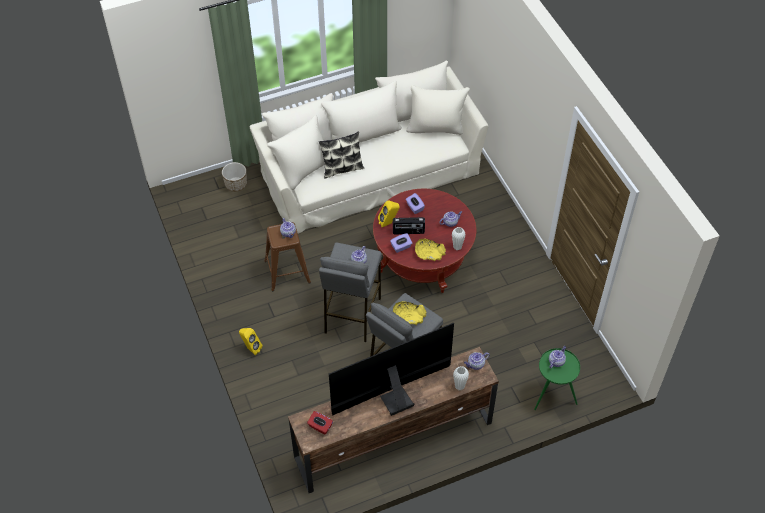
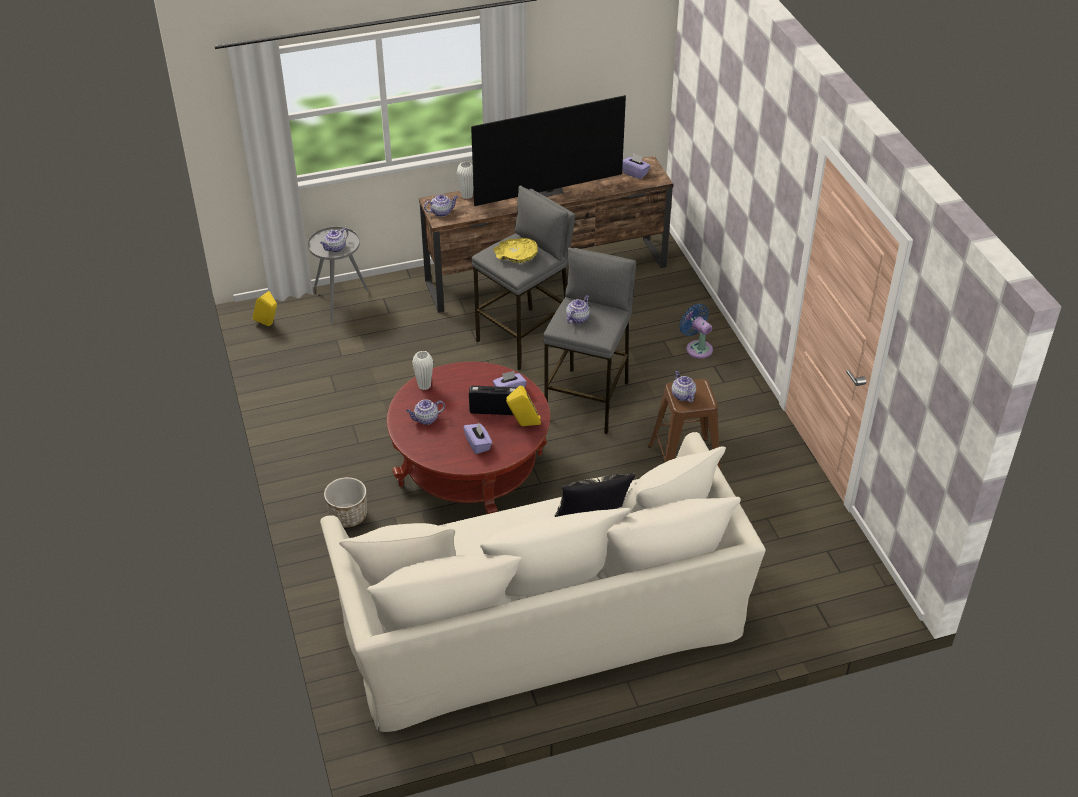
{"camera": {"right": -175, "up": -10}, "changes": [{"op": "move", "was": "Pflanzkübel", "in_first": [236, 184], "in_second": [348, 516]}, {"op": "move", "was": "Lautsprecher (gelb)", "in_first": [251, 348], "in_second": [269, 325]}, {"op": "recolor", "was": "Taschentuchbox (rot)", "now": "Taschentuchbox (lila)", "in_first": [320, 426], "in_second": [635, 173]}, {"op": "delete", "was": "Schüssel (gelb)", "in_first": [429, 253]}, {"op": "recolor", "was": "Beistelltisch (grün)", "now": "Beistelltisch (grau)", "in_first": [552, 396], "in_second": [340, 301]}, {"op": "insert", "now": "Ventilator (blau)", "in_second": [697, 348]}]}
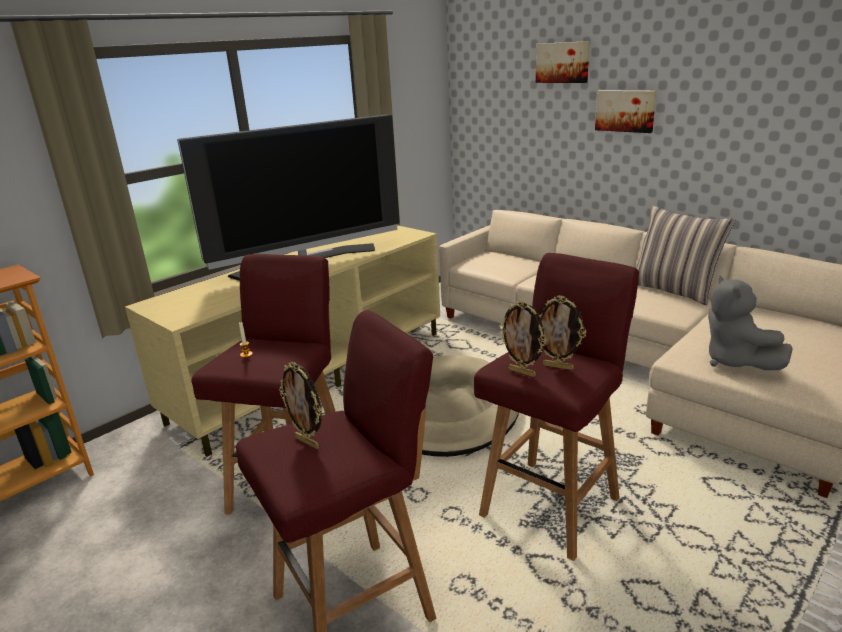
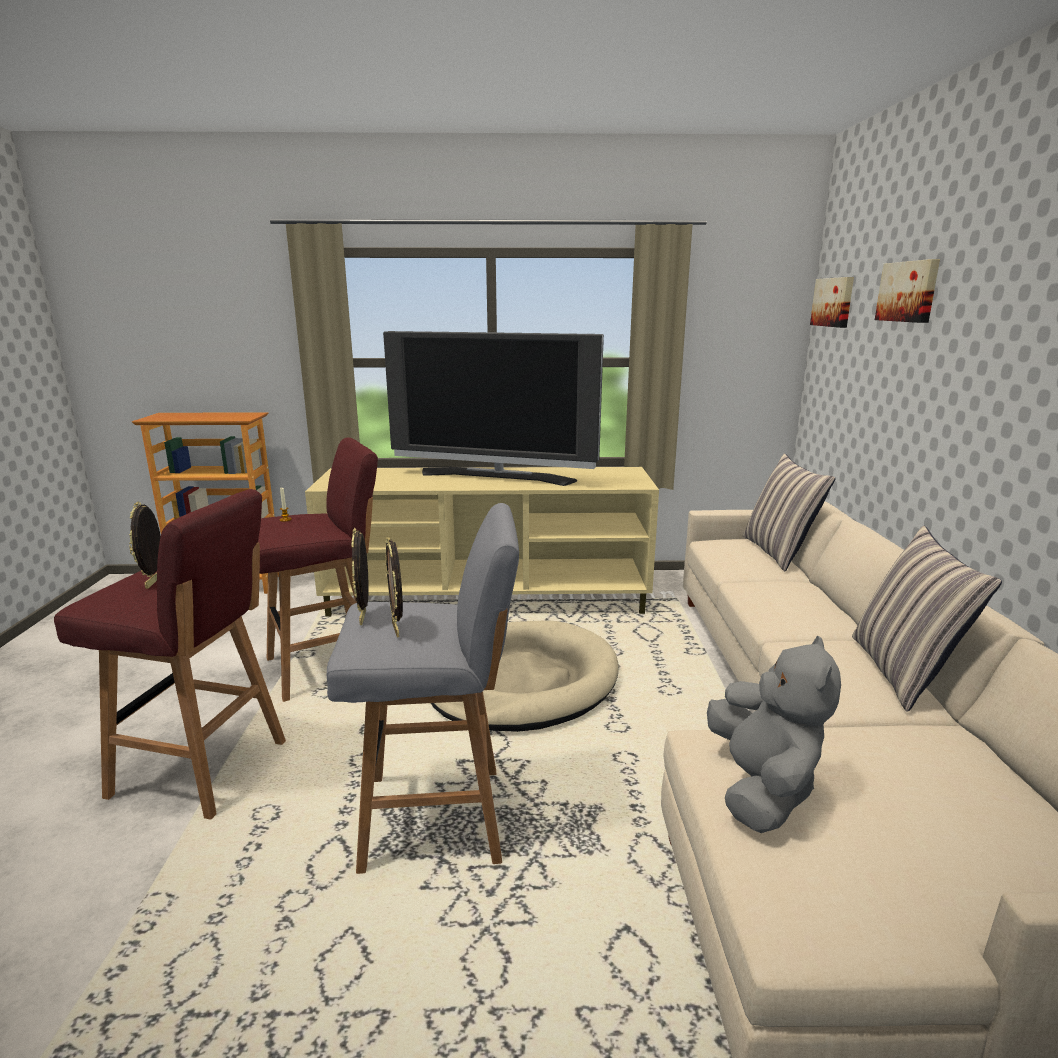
{"camera": {"right": 45, "up": -5}, "changes": [{"op": "recolor", "was": "Hocker (rot)", "now": "Hocker (grau)", "in_first": [552, 505], "in_second": [438, 818]}, {"op": "move", "was": "Bild", "in_first": [625, 110], "in_second": [834, 302]}, {"op": "rotate", "was": "Plüschtier (grau)", "in_first": [735, 361], "in_second": [761, 788], "clockwise": 150}, {"op": "insert", "now": "Kissen", "in_second": [779, 552]}]}
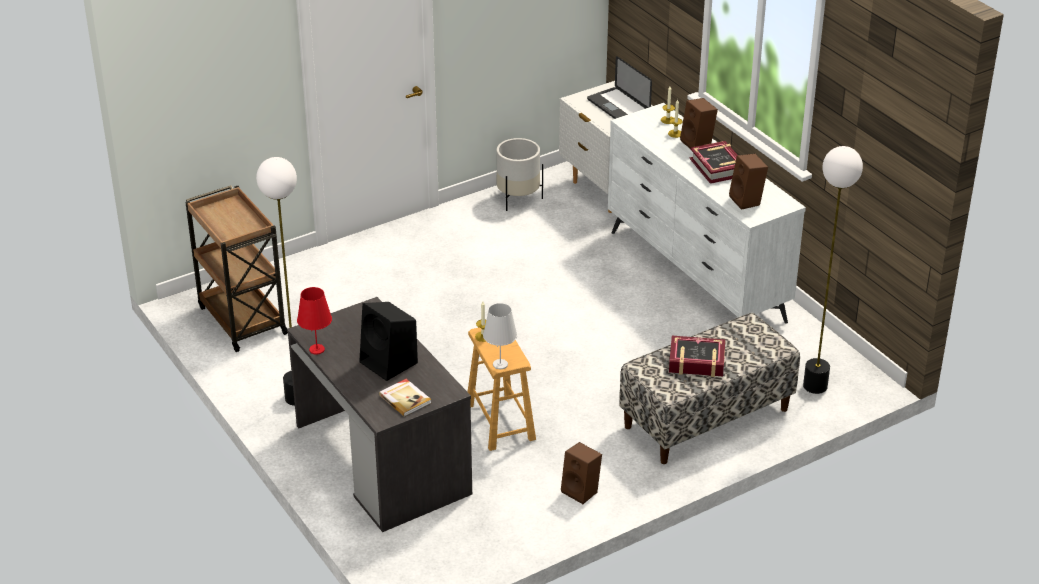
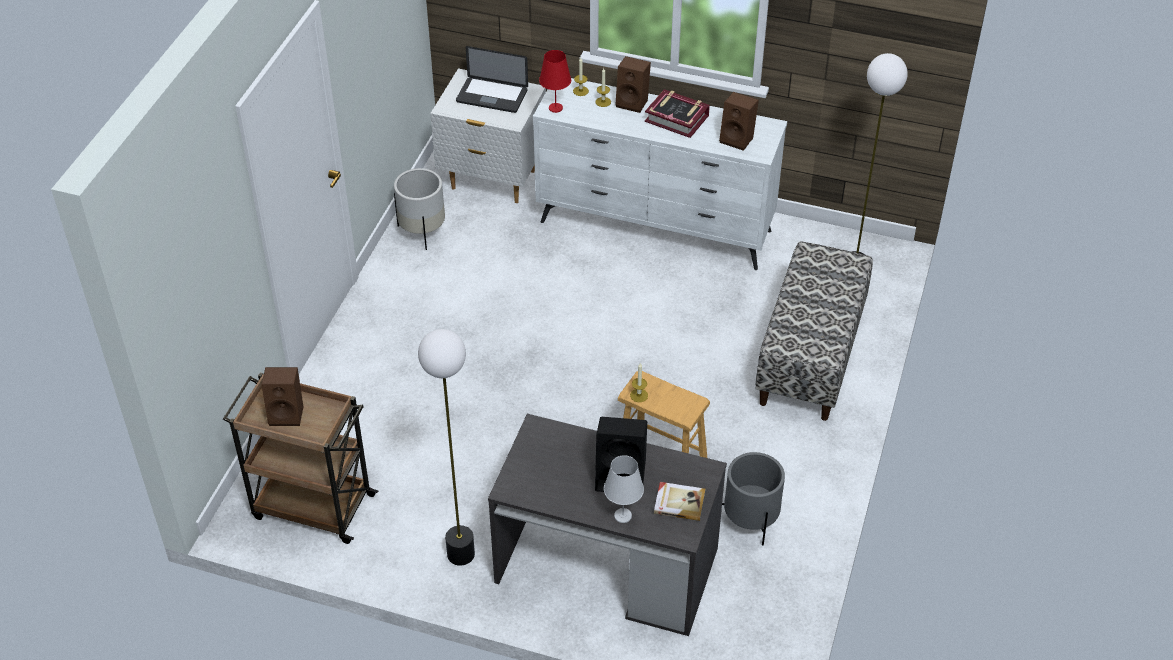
{"camera": {"right": -40, "up": 10}, "changes": [{"op": "move", "was": "Tischlampe (rot)", "in_first": [317, 349], "in_second": [556, 108]}, {"op": "move", "was": "Tischlampe (weiß)", "in_first": [500, 364], "in_second": [622, 515]}, {"op": "move", "was": "Lautsprecher (braun)", "in_first": [582, 491], "in_second": [287, 413]}, {"op": "delete", "was": "Buch", "in_first": [696, 362]}, {"op": "insert", "now": "Pflanzkübel (grau)", "in_second": [750, 521]}]}
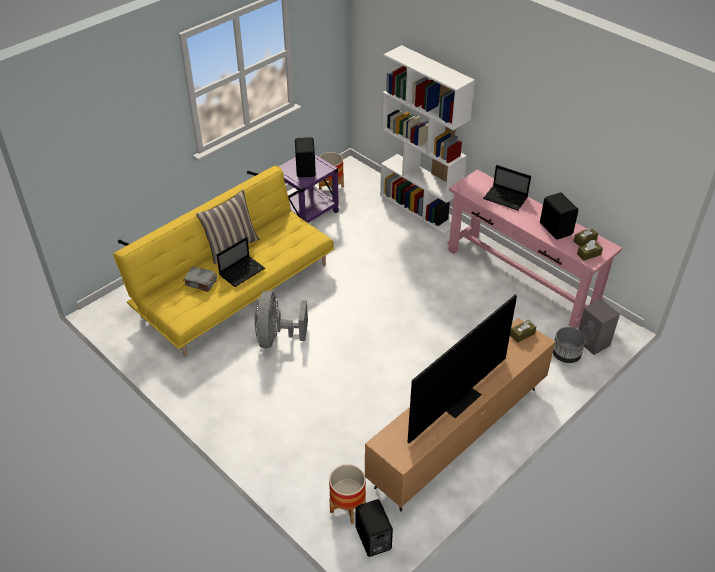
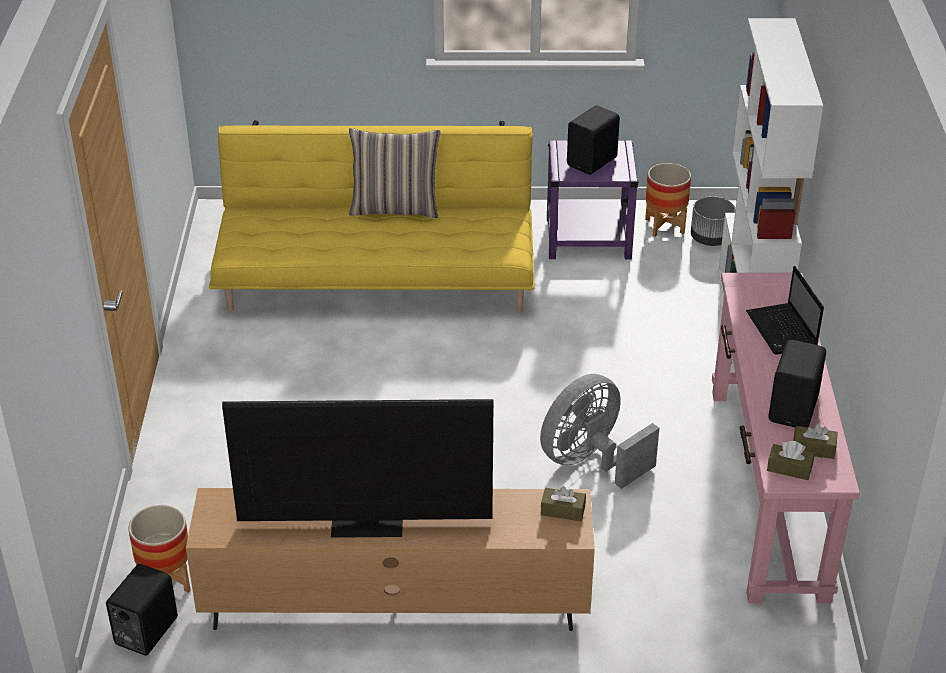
{"camera": {"right": 45, "up": -5}, "changes": [{"op": "delete", "was": "Buch (grau)", "in_first": [201, 283]}, {"op": "delete", "was": "Laptop", "in_first": [242, 271]}, {"op": "move", "was": "Ventilator (grau)", "in_first": [276, 337], "in_second": [590, 461]}, {"op": "move", "was": "Pflanzkübel (grau)", "in_first": [566, 355], "in_second": [710, 239]}, {"op": "delete", "was": "Lautsprecher (grau)", "in_first": [593, 343]}]}
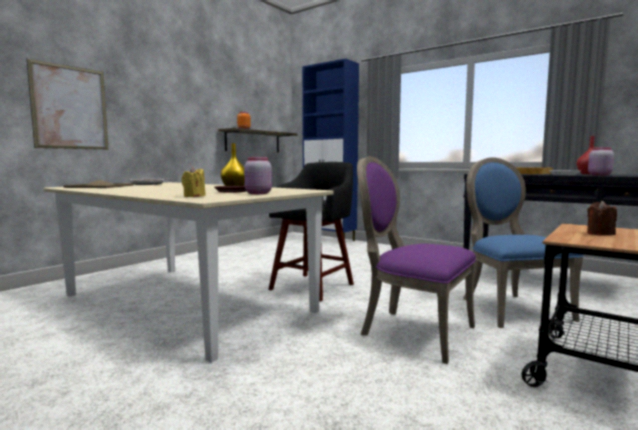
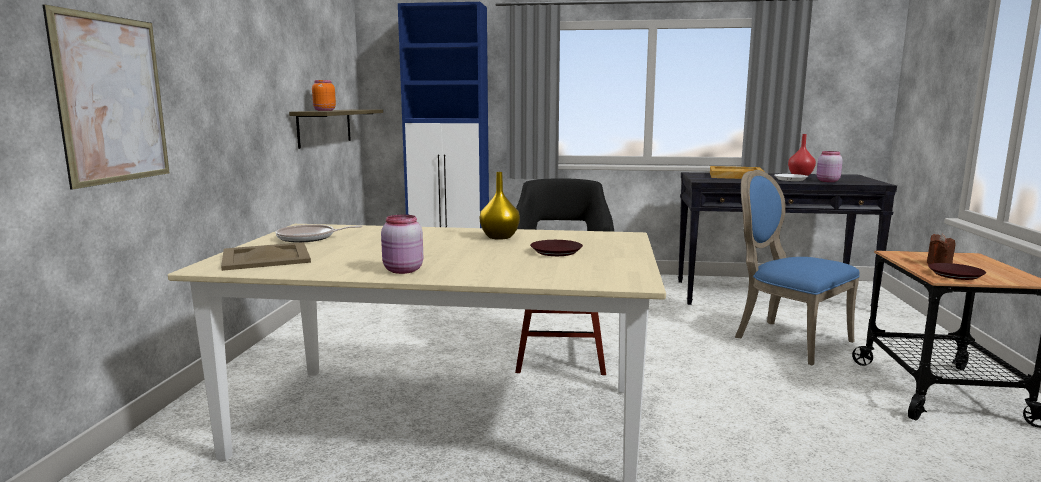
{"camera": {"right": -30, "up": 5}, "changes": [{"op": "delete", "was": "Kerze (gelb)", "in_first": [194, 196]}, {"op": "move", "was": "Vorratsglas (rosa)", "in_first": [257, 193], "in_second": [402, 270]}, {"op": "delete", "was": "Stuhl (lila)", "in_first": [412, 331]}, {"op": "insert", "now": "Teller (braun)", "in_second": [956, 275]}]}
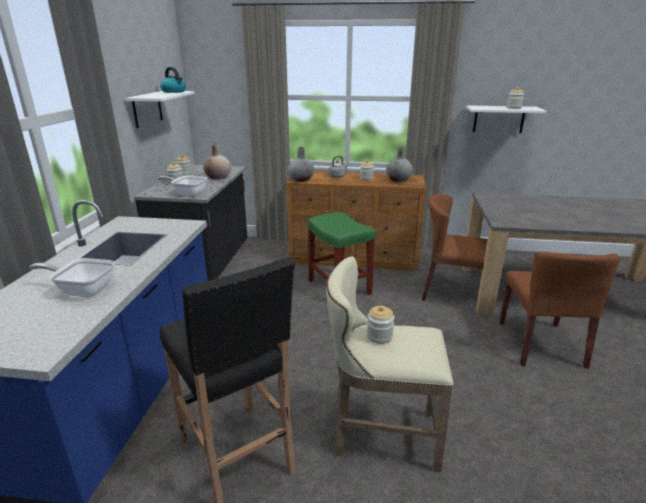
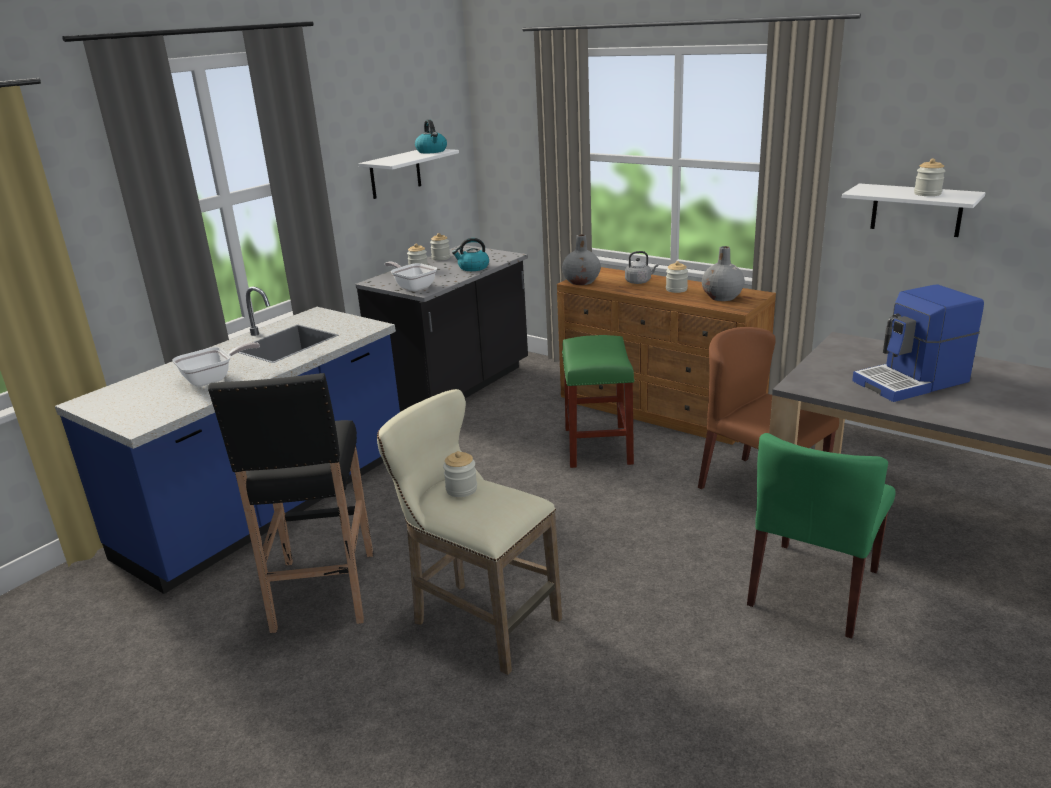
{"camera": {"right": 30, "up": 0}, "changes": [{"op": "rotate", "was": "Pfanne", "in_first": [83, 290], "in_second": [213, 379], "clockwise": 105}, {"op": "replace", "was": "Vase (beige)", "now": "Wasserkessel", "in_first": [218, 177], "in_second": [473, 268]}, {"op": "recolor", "was": "Stuhl (braun)", "now": "Stuhl (grün)", "in_first": [540, 344], "in_second": [814, 588]}, {"op": "insert", "now": "Kaffeemaschine", "in_second": [912, 382]}]}
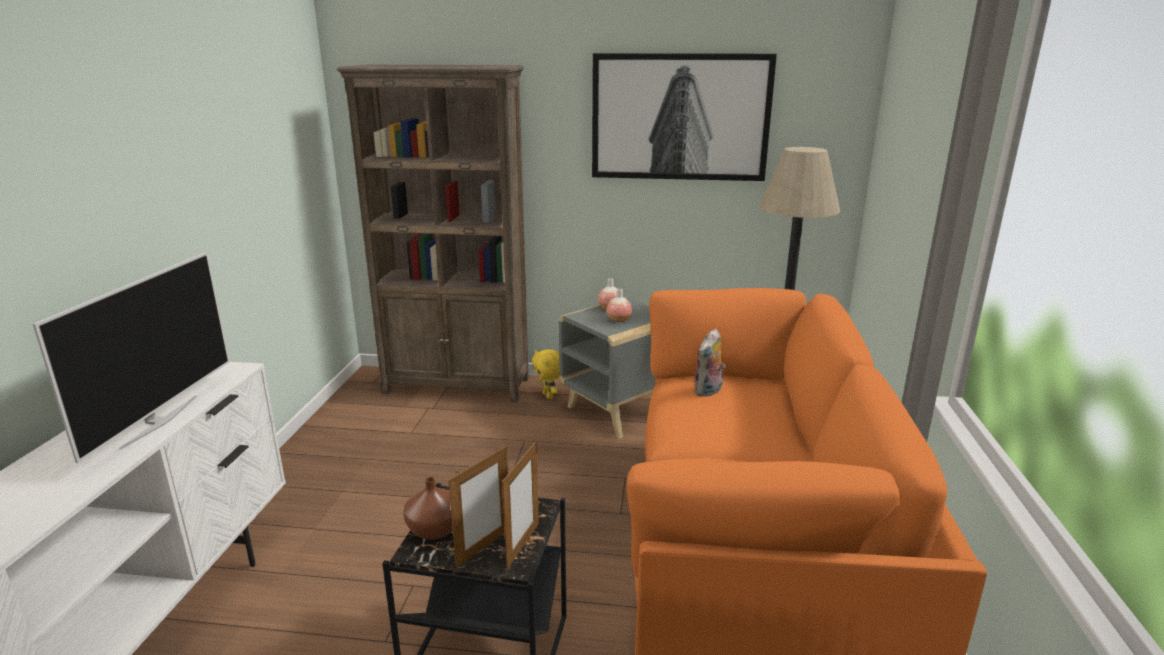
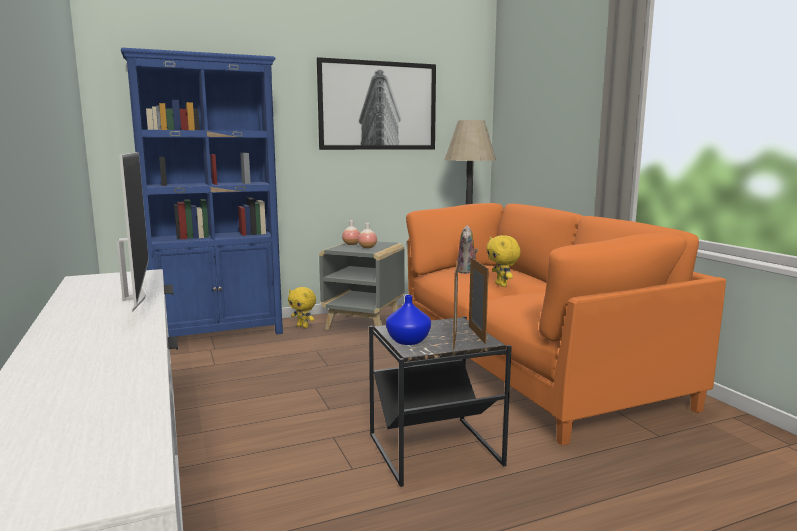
{"camera": {"right": -30, "up": -10}, "changes": [{"op": "recolor", "was": "Bücherregal (braun)", "now": "Bücherregal (blau)", "in_first": [457, 385], "in_second": [219, 334]}, {"op": "recolor", "was": "Vase (braun)", "now": "Vase (blau)", "in_first": [434, 529], "in_second": [407, 341]}, {"op": "insert", "now": "Plüschtier (gelb)", "in_second": [502, 285]}]}
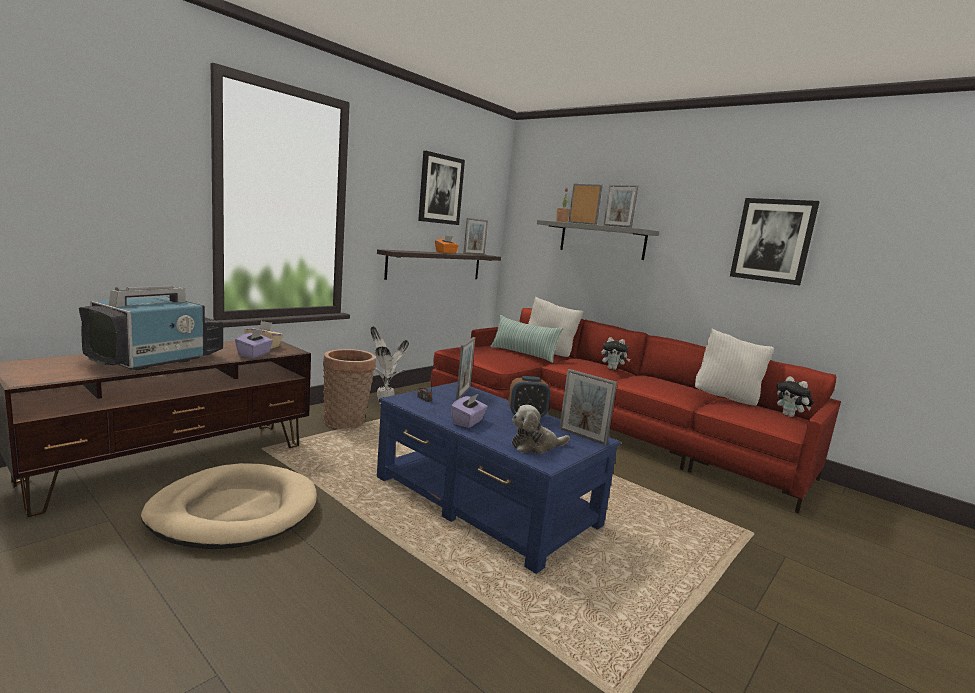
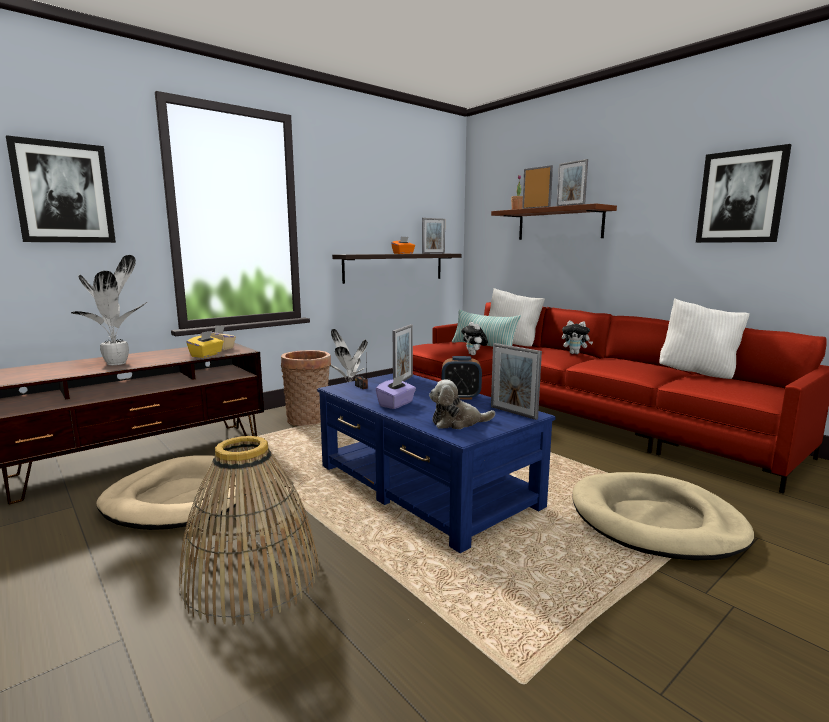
{"camera": {"right": 10, "up": 0}, "changes": [{"op": "replace", "was": "Fernseher", "now": "Topfpflanze", "in_first": [158, 359], "in_second": [118, 363]}, {"op": "recolor", "was": "Taschentuchbox (lila)", "now": "Taschentuchbox (gelb)", "in_first": [254, 354], "in_second": [206, 355]}, {"op": "move", "was": "Bild", "in_first": [440, 189], "in_second": [63, 193]}, {"op": "recolor", "was": "Wandregal (grau)", "now": "Wandregal (braun)", "in_first": [602, 240], "in_second": [559, 224]}, {"op": "move", "was": "Plüschtier", "in_first": [790, 416], "in_second": [474, 354]}, {"op": "insert", "now": "Korb", "in_second": [251, 577]}, {"op": "insert", "now": "Hundebett (beige)", "in_second": [655, 521]}]}
